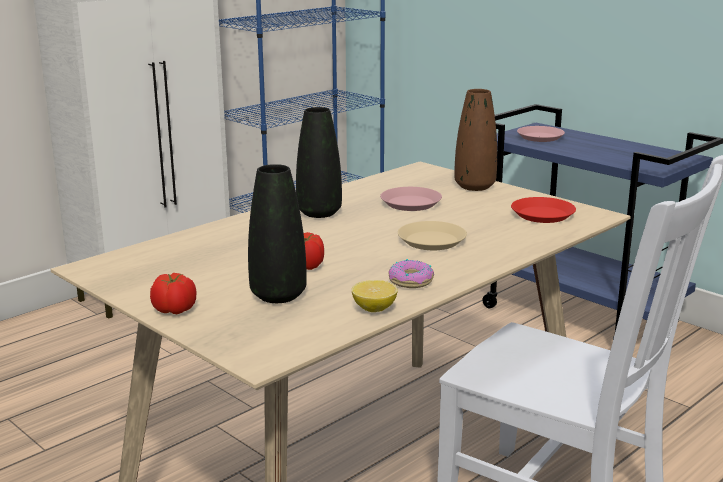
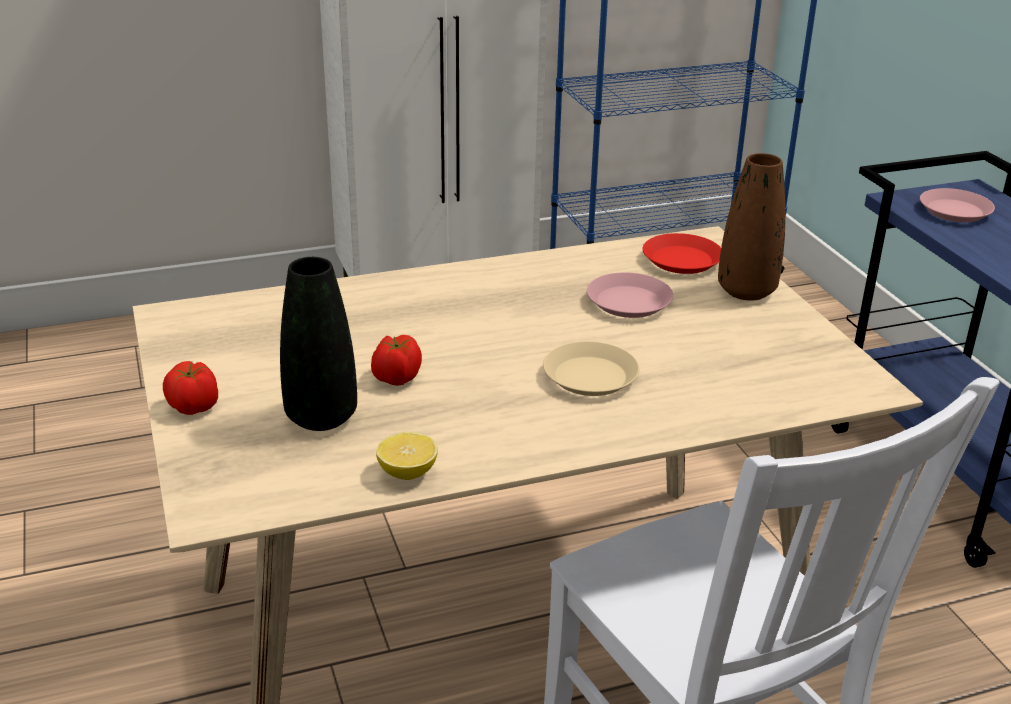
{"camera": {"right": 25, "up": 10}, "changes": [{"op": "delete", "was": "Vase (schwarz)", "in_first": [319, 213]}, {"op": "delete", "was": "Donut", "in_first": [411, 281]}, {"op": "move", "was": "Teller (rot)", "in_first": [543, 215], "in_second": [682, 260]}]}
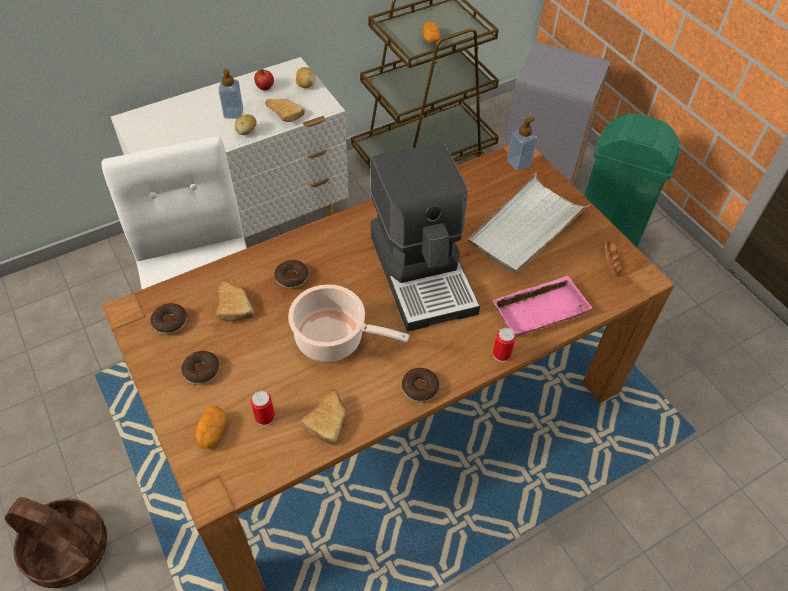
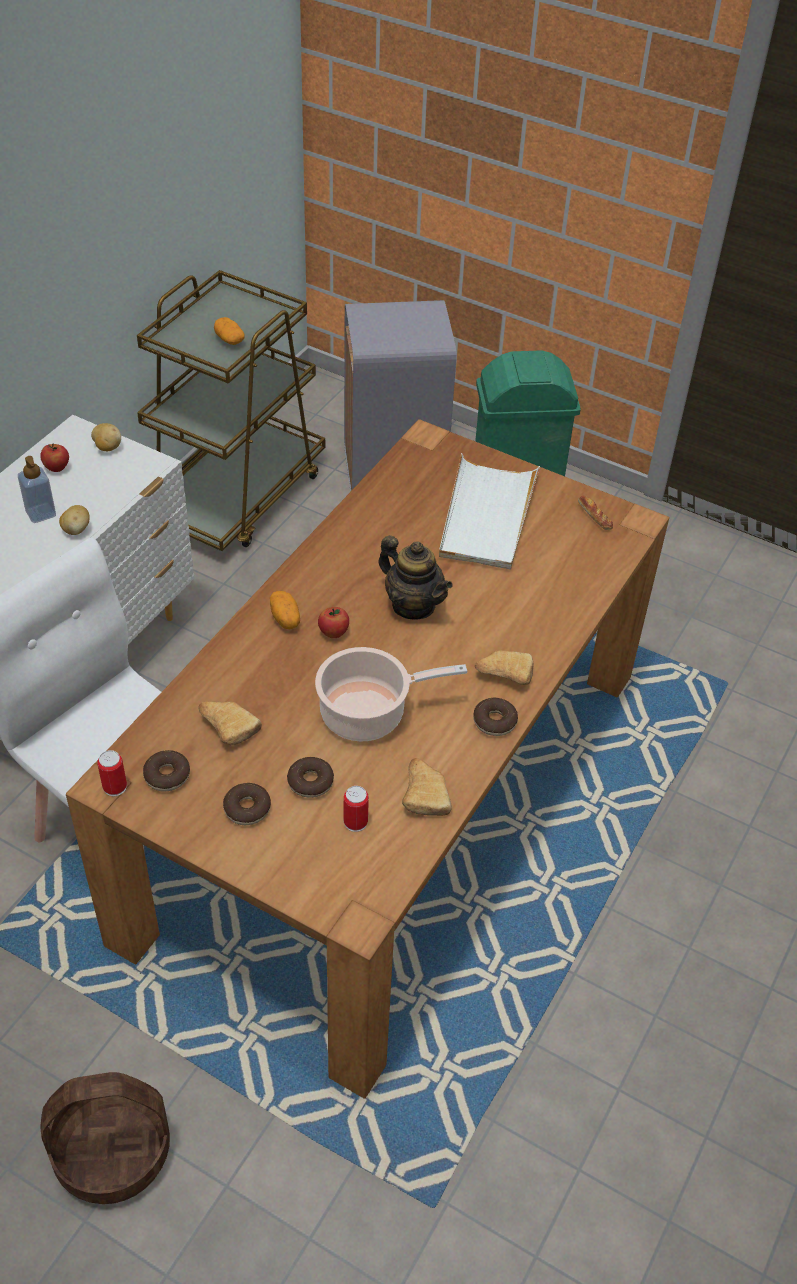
{"camera": {"right": -30, "up": -5}, "changes": [{"op": "move", "was": "Kartoffel", "in_first": [212, 433], "in_second": [285, 618]}, {"op": "move", "was": "Brot", "in_first": [283, 114], "in_second": [503, 674]}, {"op": "move", "was": "Donut", "in_first": [292, 277], "in_second": [310, 782]}, {"op": "replace", "was": "Kaffeemaschine", "now": "Teekanne", "in_first": [423, 272], "in_second": [413, 605]}, {"op": "delete", "was": "Tablett (rosa)", "in_first": [539, 309]}, {"op": "move", "was": "Dose", "in_first": [501, 354], "in_second": [115, 787]}, {"op": "delete", "was": "Seifenspender", "in_first": [518, 163]}, {"op": "insert", "now": "Apfel", "in_second": [333, 633]}]}
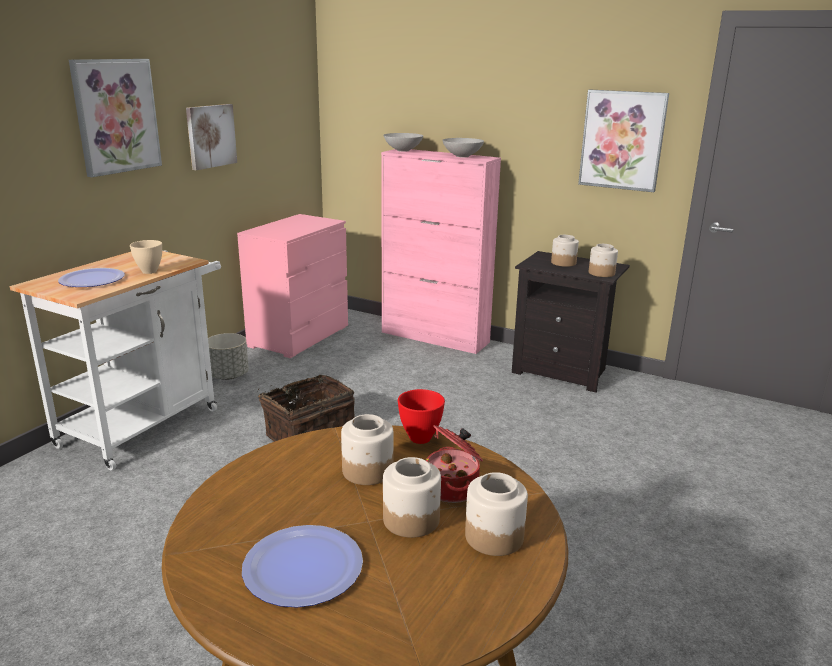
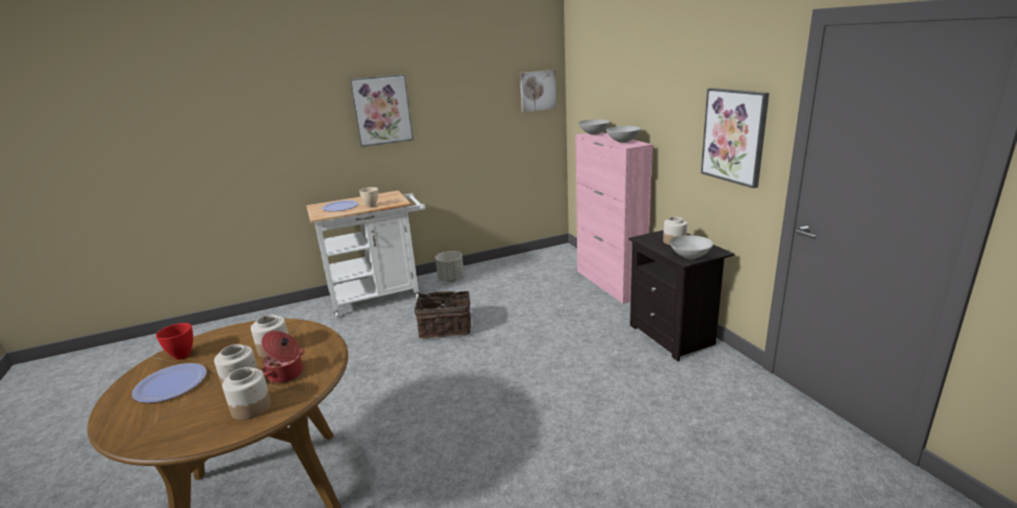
{"camera": {"right": 40, "up": 0}, "changes": [{"op": "move", "was": "Bild", "in_first": [210, 136], "in_second": [537, 90]}, {"op": "delete", "was": "Kommode (rosa)", "in_first": [299, 336]}, {"op": "move", "was": "Schüssel (rot)", "in_first": [419, 438], "in_second": [181, 355]}, {"op": "replace", "was": "Vorratsglas", "now": "Schüssel (grau)", "in_first": [601, 273], "in_second": [689, 256]}]}
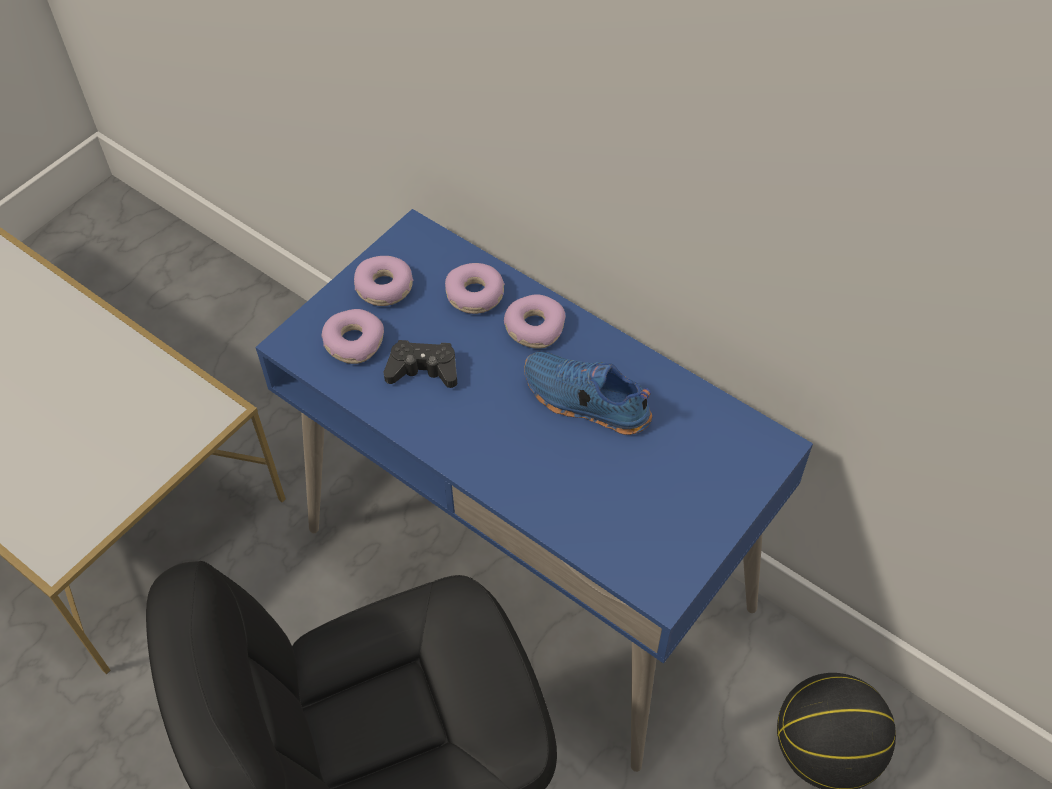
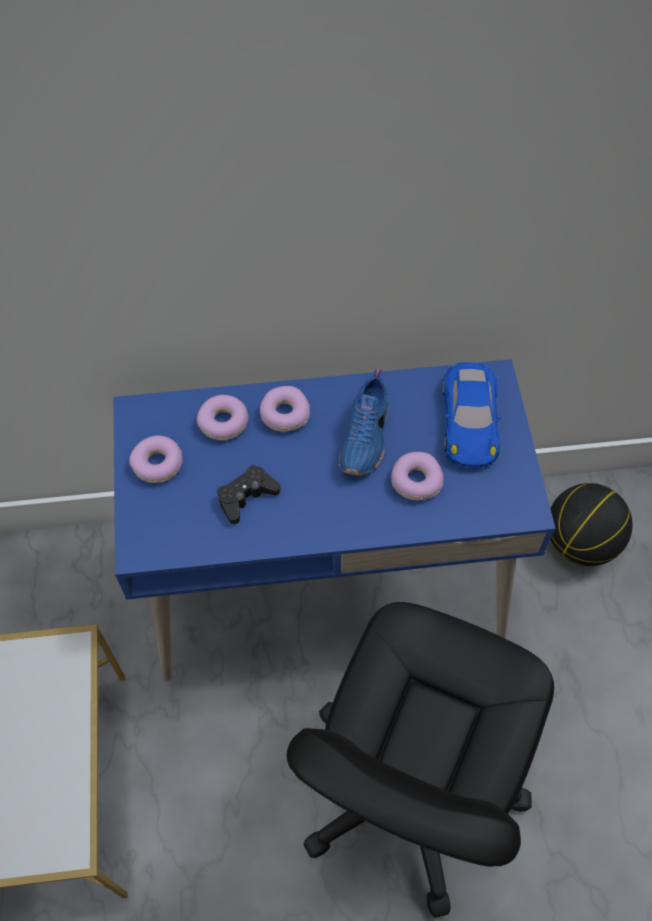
{"camera": {"right": -45, "up": 5}, "changes": [{"op": "move", "was": "Donut", "in_first": [353, 342], "in_second": [415, 481]}, {"op": "rotate", "was": "Schuh (blau)", "in_first": [585, 403], "in_second": [367, 437], "clockwise": -60}, {"op": "insert", "now": "Spielzeugauto (blau)", "in_second": [469, 420]}]}
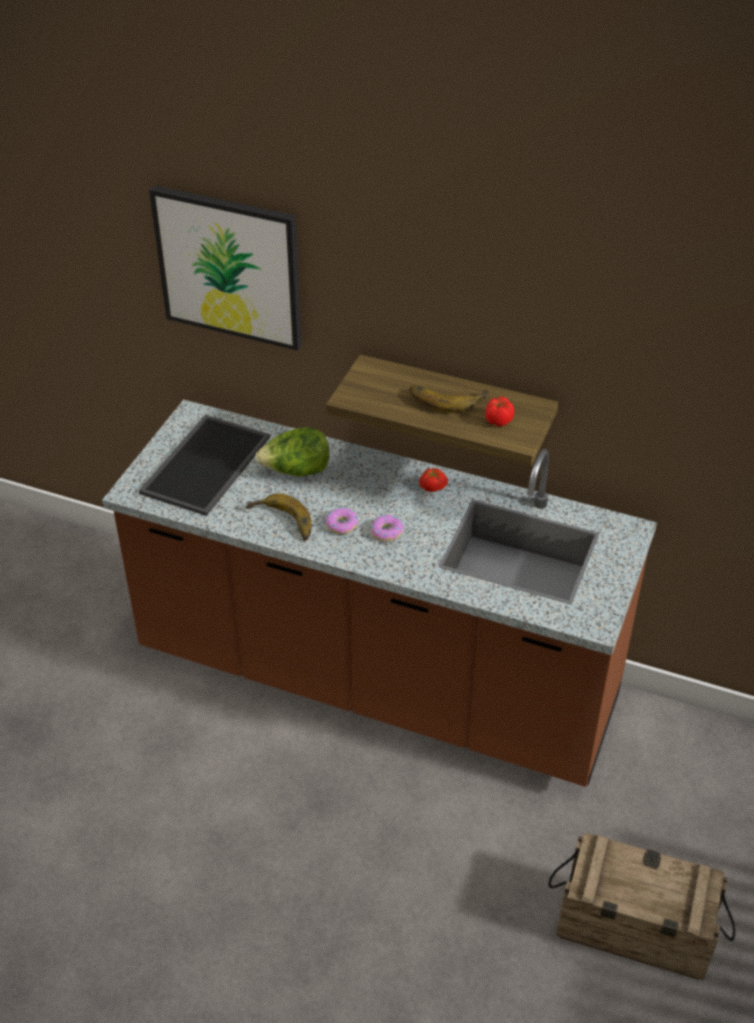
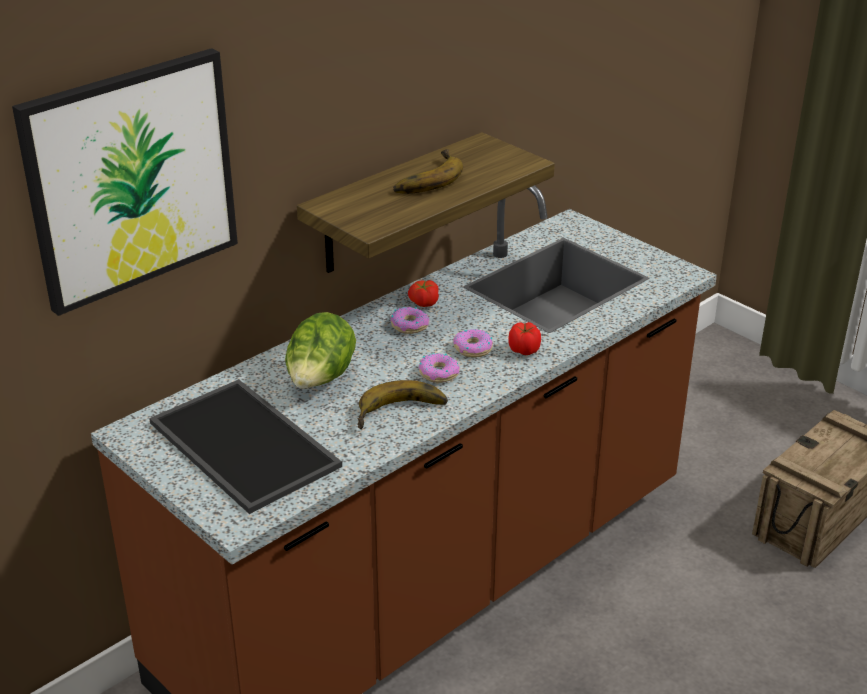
{"camera": {"right": -65, "up": -10}, "changes": [{"op": "move", "was": "Tomate", "in_first": [498, 421], "in_second": [524, 351]}, {"op": "insert", "now": "Donut", "in_second": [409, 325]}]}
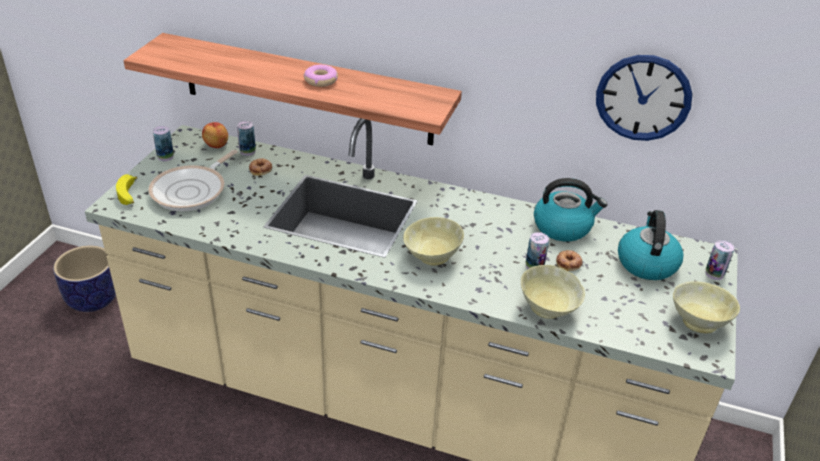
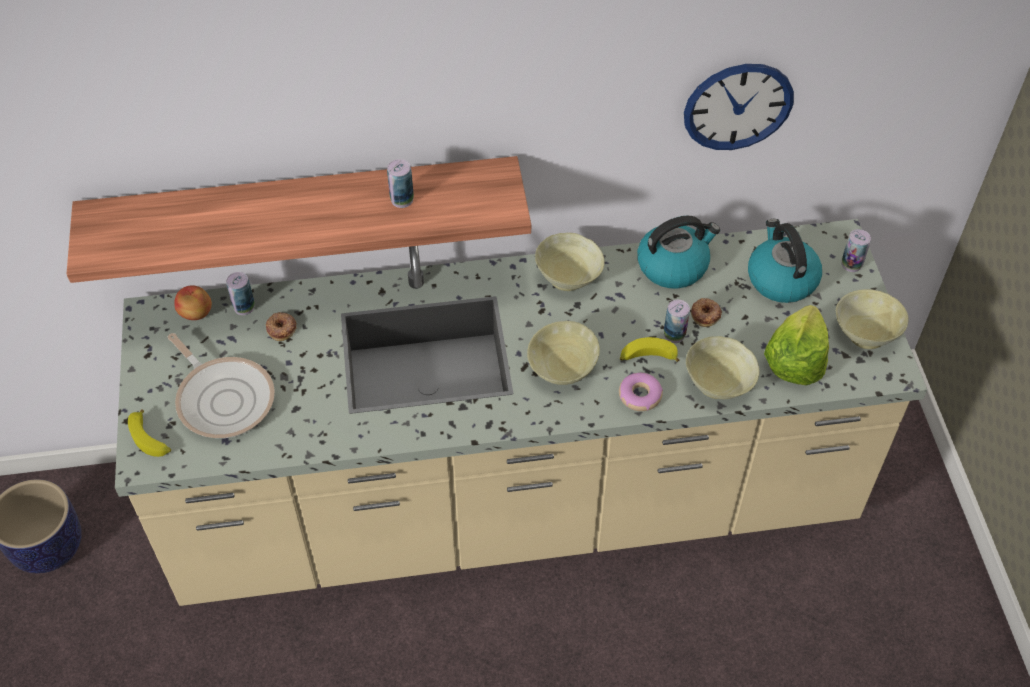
{"camera": {"right": -25, "up": 15}, "changes": [{"op": "rotate", "was": "Pfanne", "in_first": [192, 191], "in_second": [224, 398], "clockwise": -45}, {"op": "move", "was": "Dose", "in_first": [165, 157], "in_second": [402, 199]}, {"op": "move", "was": "Donut", "in_first": [320, 80], "in_second": [639, 396]}, {"op": "insert", "now": "Schüssel (beige)", "in_second": [569, 279]}, {"op": "insert", "now": "Banane", "in_second": [647, 358]}, {"op": "insert", "now": "Salatkopf", "in_second": [794, 361]}]}
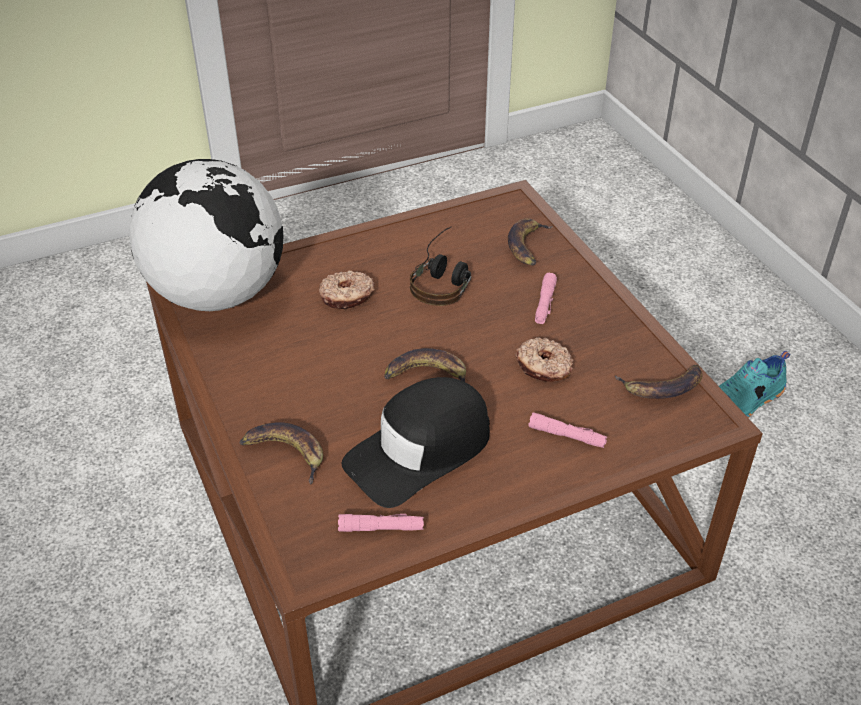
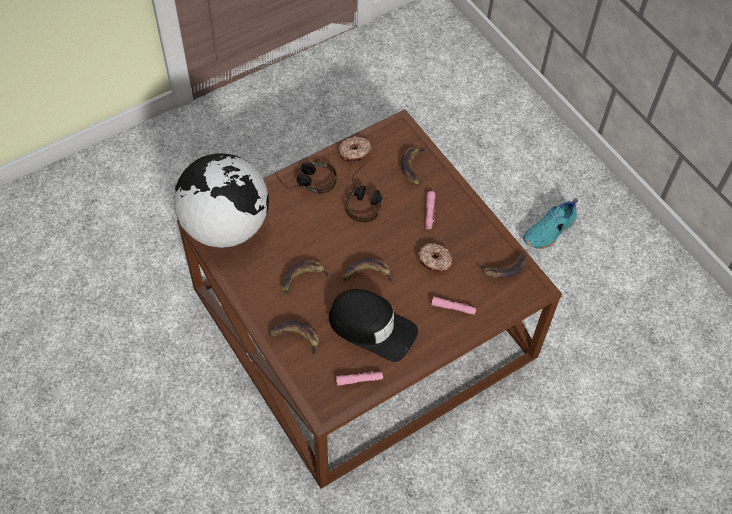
{"camera": {"right": -10, "up": 15}, "changes": [{"op": "move", "was": "Donut", "in_first": [347, 297], "in_second": [355, 153]}, {"op": "rotate", "was": "Kappe (schwarz)", "in_first": [420, 451], "in_second": [372, 327], "clockwise": -105}, {"op": "insert", "now": "Kopfhörer", "in_second": [306, 181]}, {"op": "insert", "now": "Banane", "in_second": [303, 278]}]}
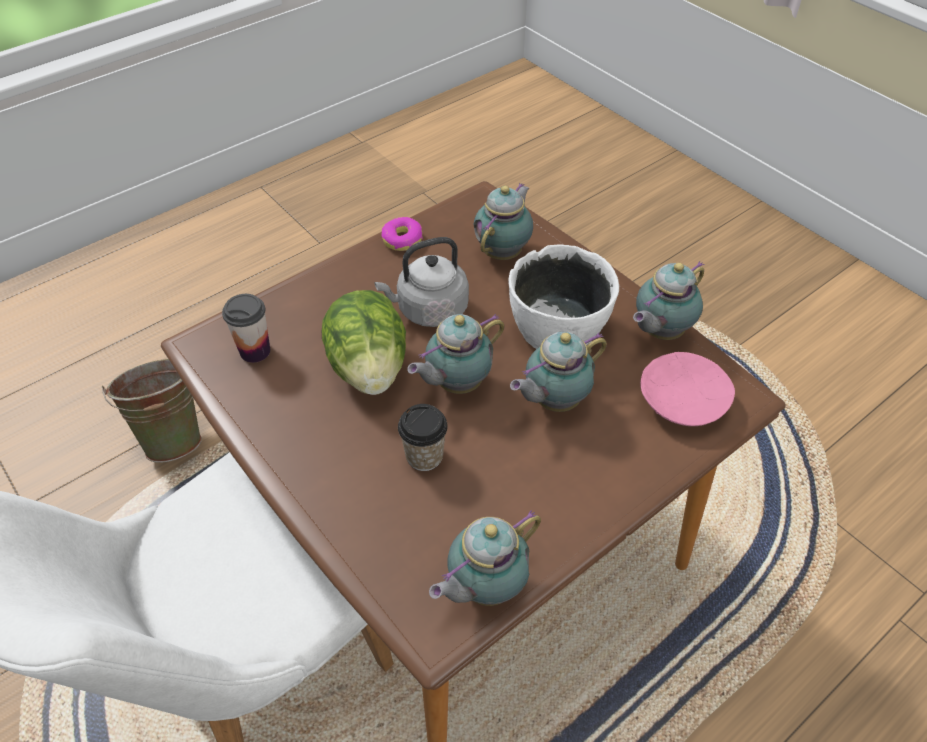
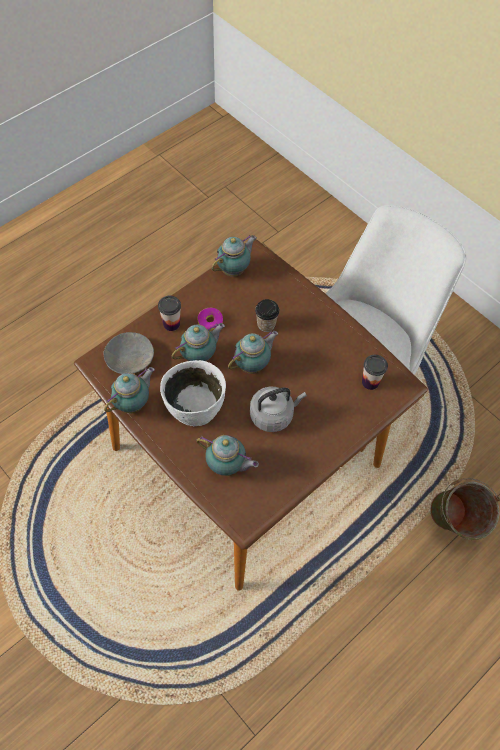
{"camera": {"right": 175, "up": 10}, "changes": [{"op": "delete", "was": "Salatkopf", "in_first": [369, 368]}, {"op": "move", "was": "Donut", "in_first": [402, 240], "in_second": [210, 322]}, {"op": "rotate", "was": "Teekanne", "in_first": [504, 252], "in_second": [227, 467], "clockwise": -90}, {"op": "recolor", "was": "Schüssel (rosa)", "now": "Schüssel (grau)", "in_first": [681, 400], "in_second": [130, 359]}, {"op": "insert", "now": "Tasse", "in_second": [171, 324]}]}
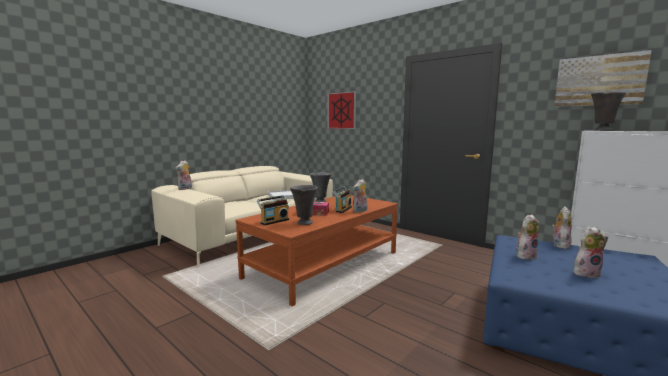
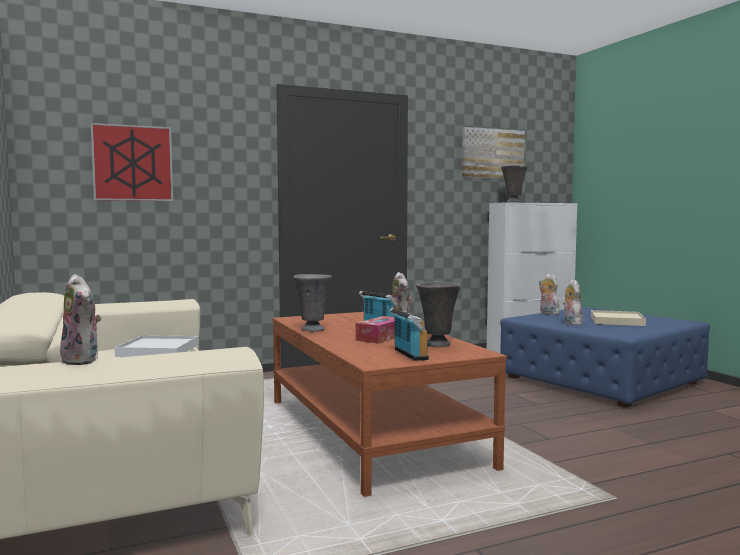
{"camera": {"right": -65, "up": -5}, "changes": [{"op": "replace", "was": "Plüschtier", "now": "Tablett (beige)", "in_first": [586, 273], "in_second": [617, 321]}]}
